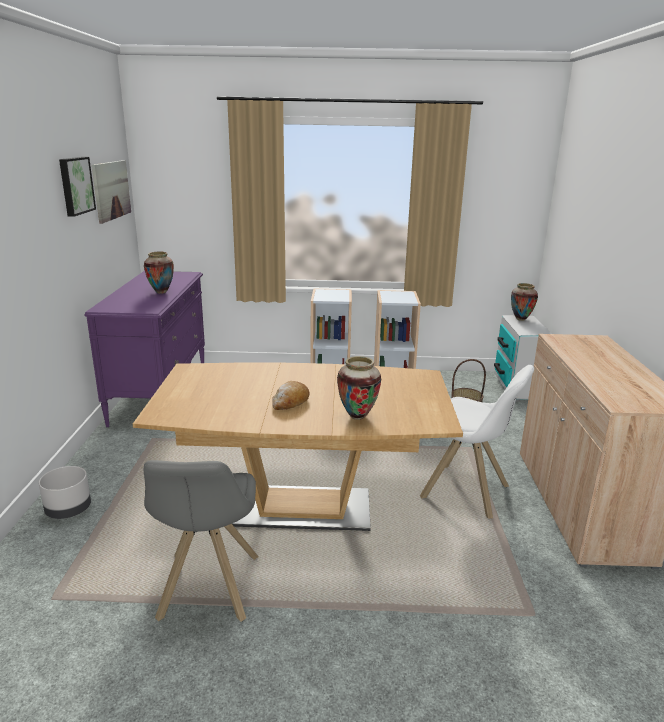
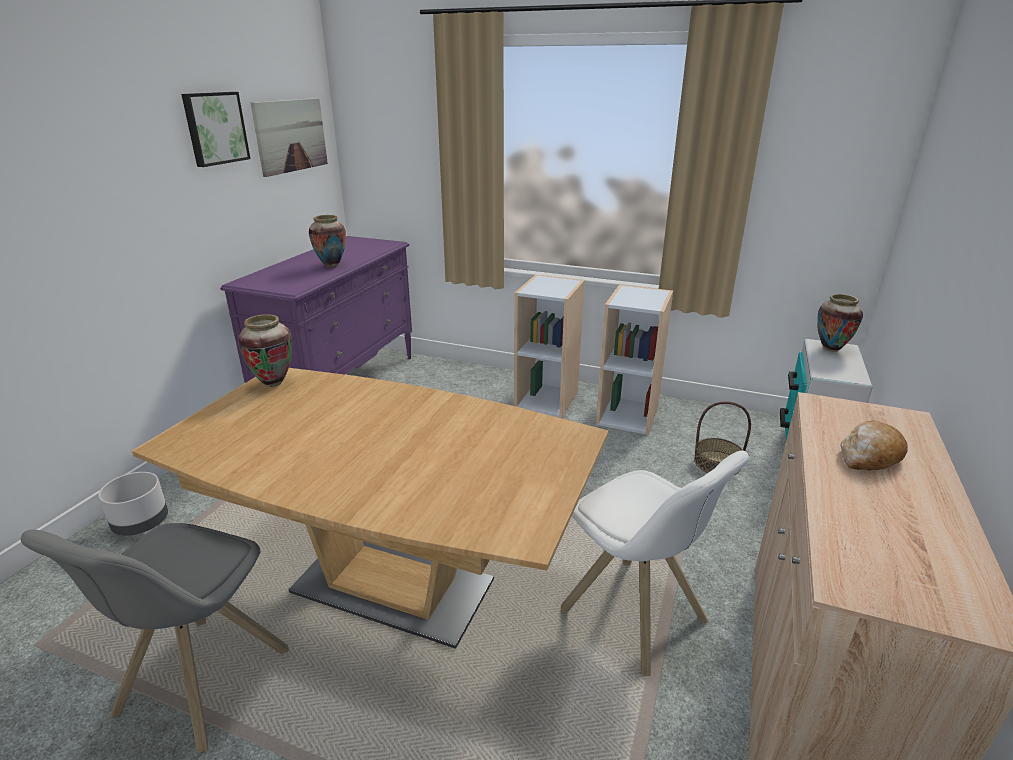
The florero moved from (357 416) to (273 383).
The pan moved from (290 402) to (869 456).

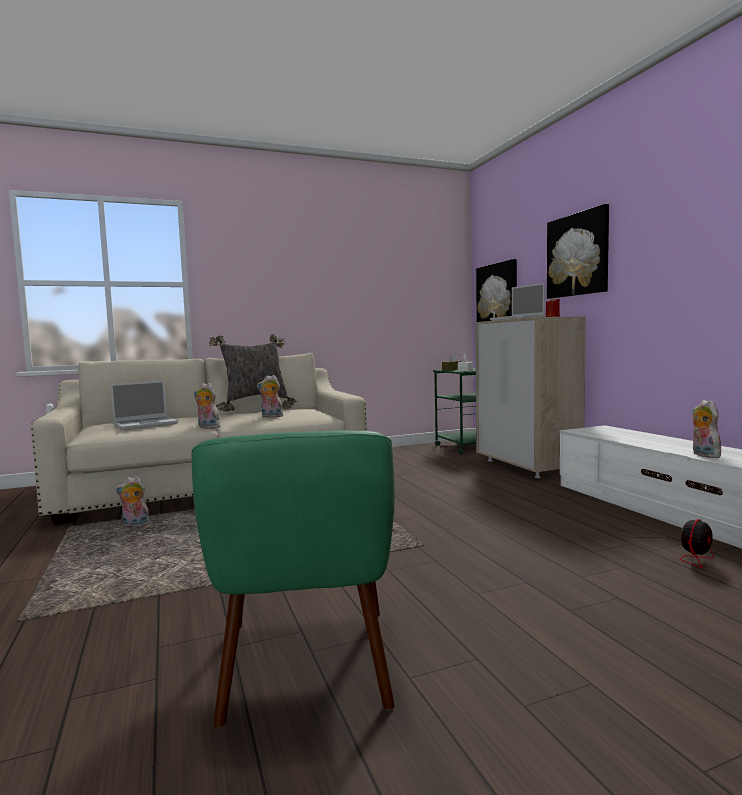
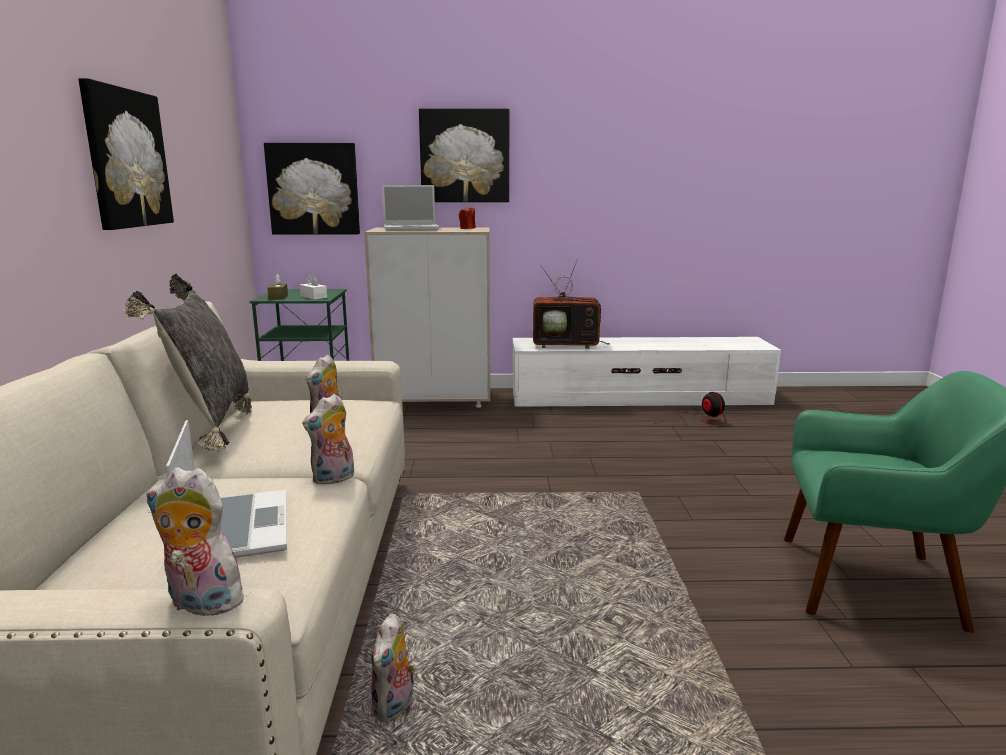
The cuadro at (126 158) appeared.
The peluche moved from (703 455) to (200 603).
The televisor at (567 344) appeared.

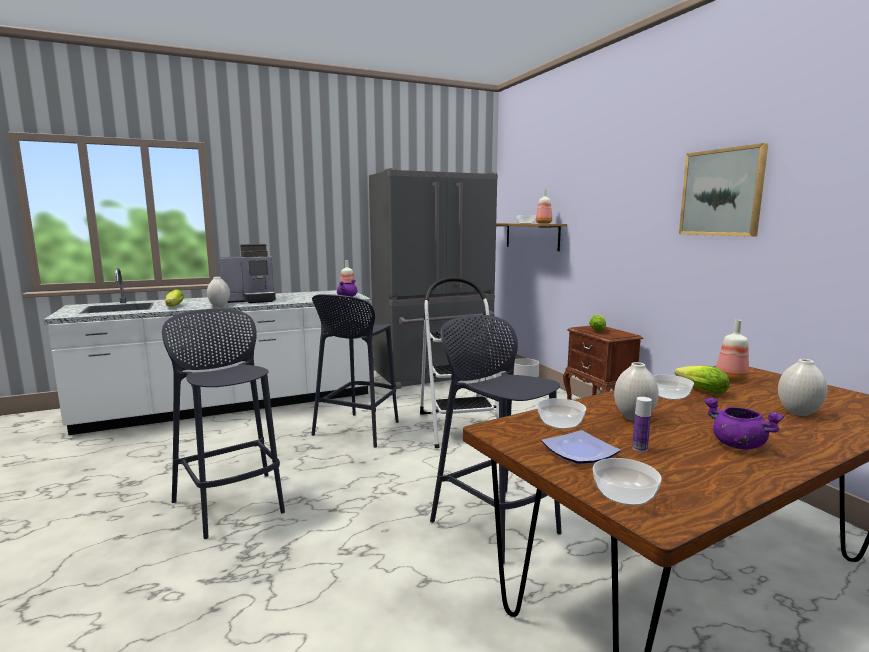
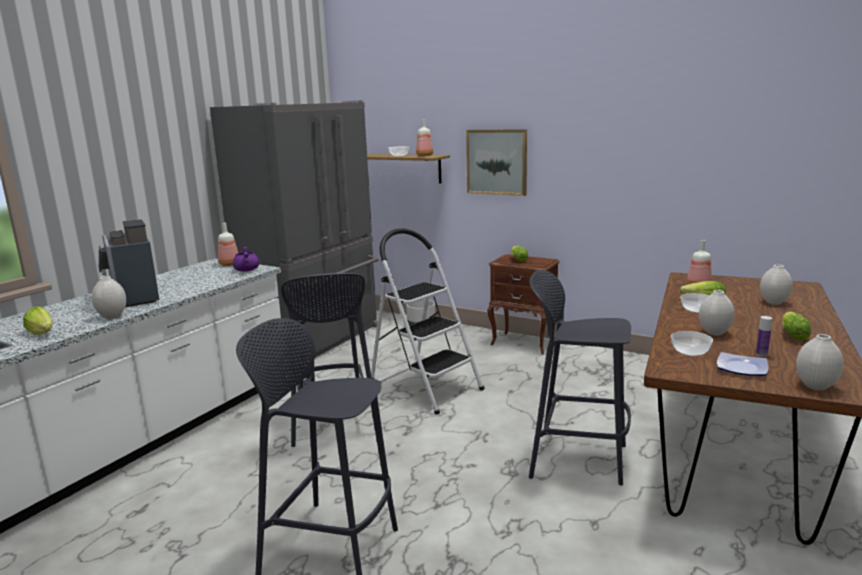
The cafetera at (251 300) turned 120 degrees clockwise.
The cuadro moved from (722 192) to (497 162).
The olla [morado] at (737 445) was replaced by the lechuga at (792 334).
The cuenco at (624 495) was replaced by the florero [blanco] at (815 386).

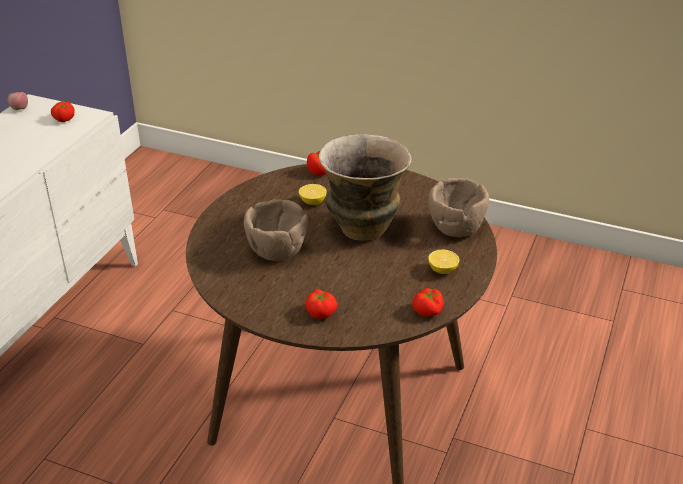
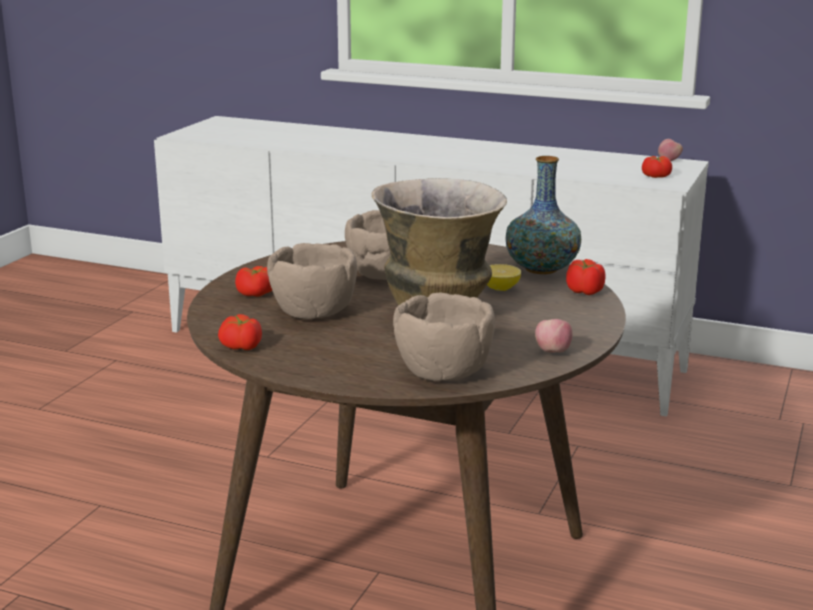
The cuenco [marrón] at (315 311) appeared.
The florero at (541 269) appeared.
The manzana at (553 351) appeared.
The limón at (442 270) disappeared.

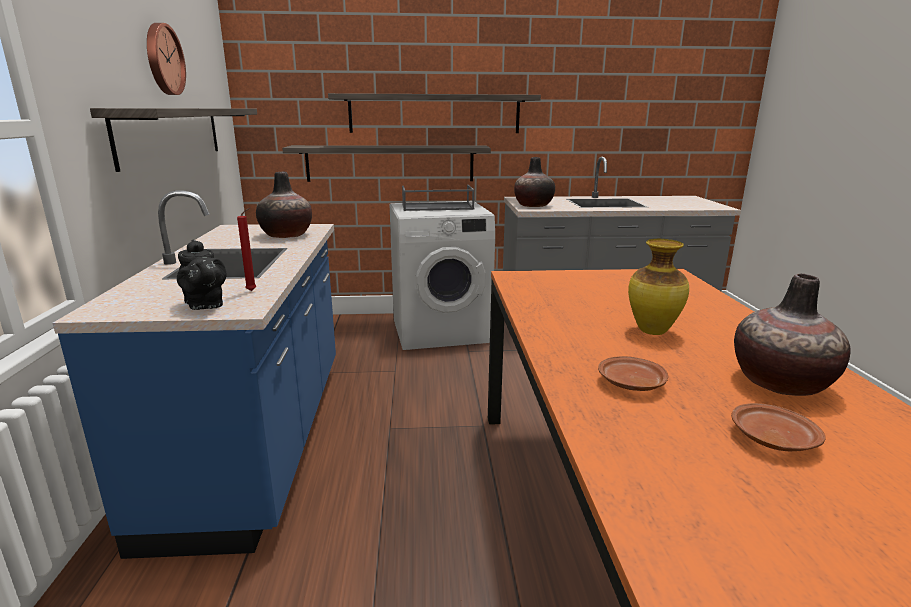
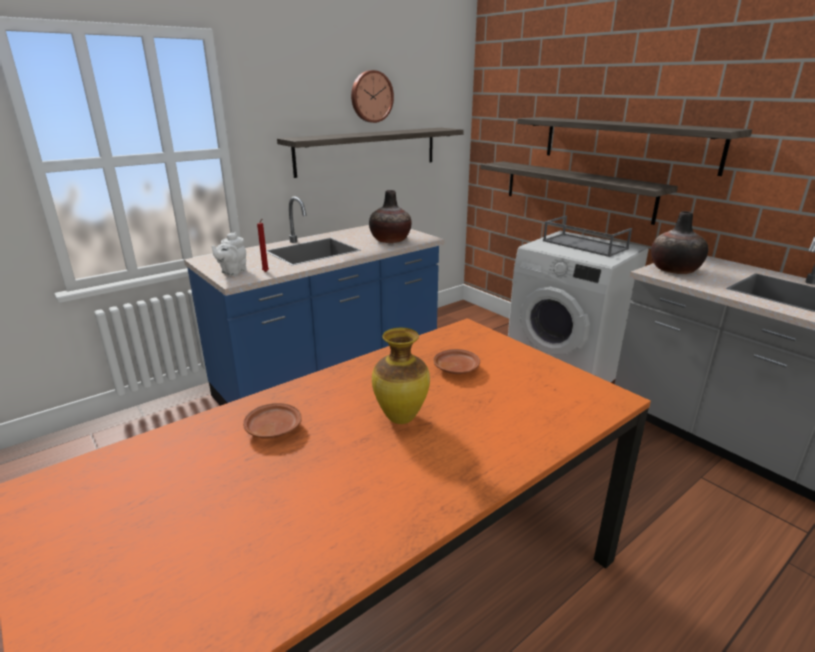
The tetera [negro] at (205 305) became the tetera [blanco] at (232 272).
The plato [marrón] moved from (771 439) to (456 368).
The florero at (780 383) disappeared.

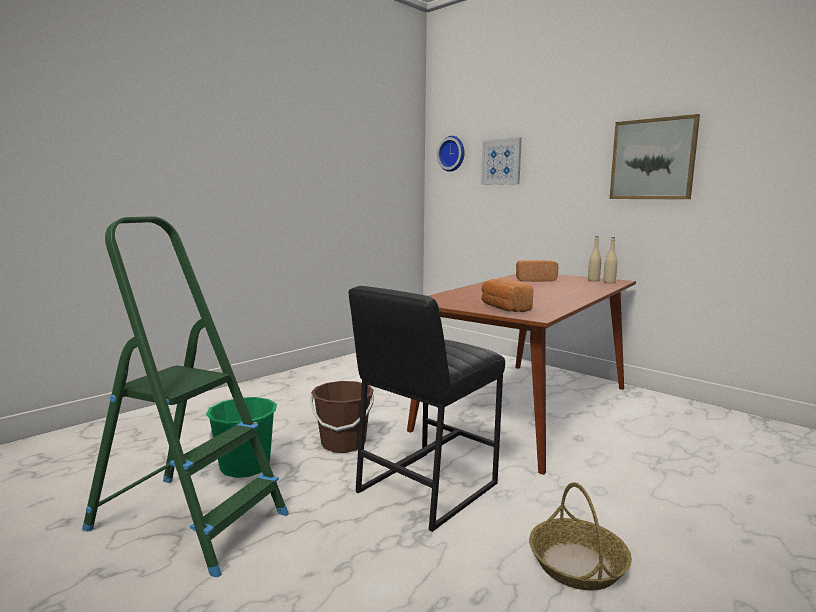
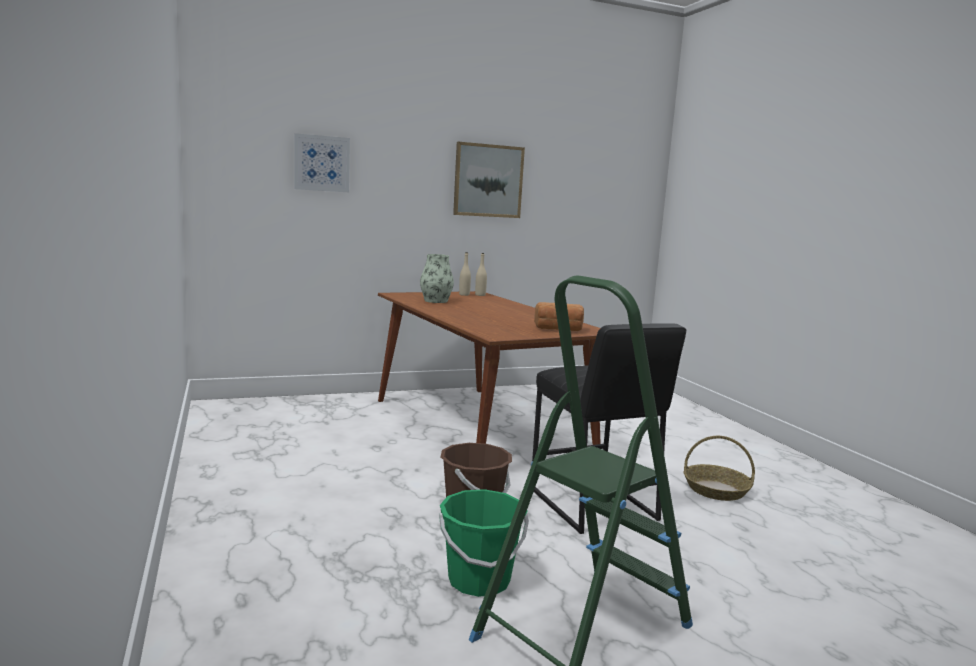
The pan at (534 280) was replaced by the florero at (436 301).
The reloj de pared at (452 154) disappeared.

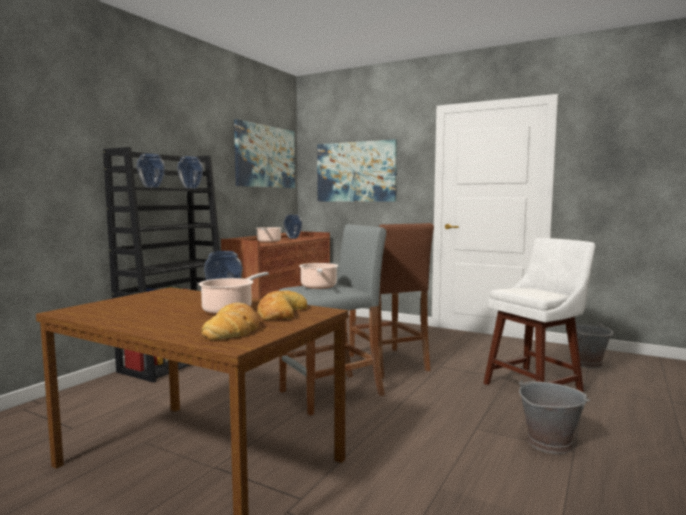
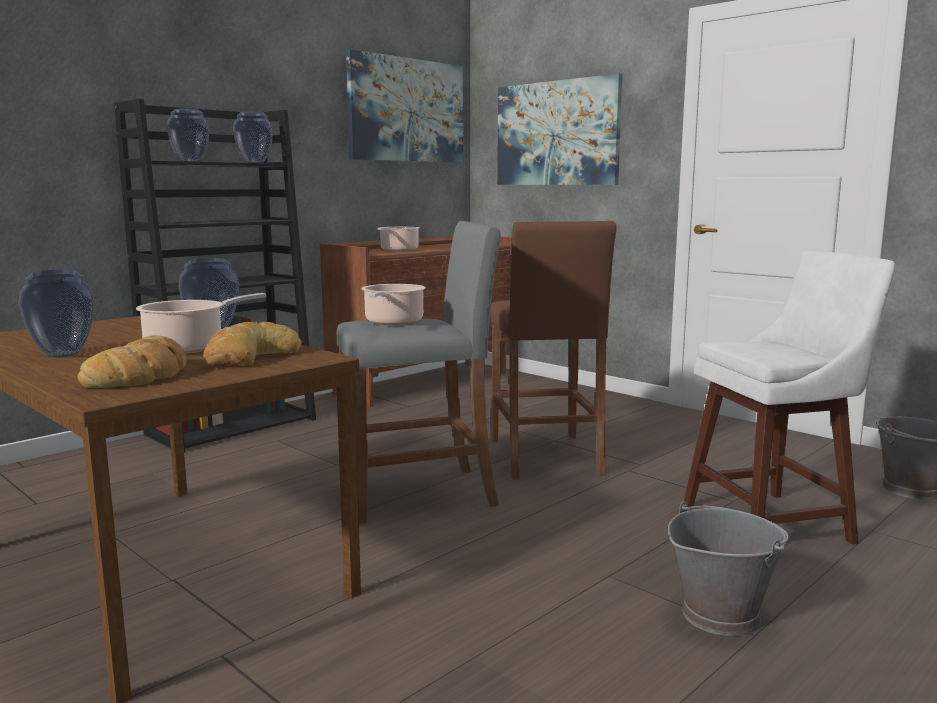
The florero moved from (293 238) to (61 355).

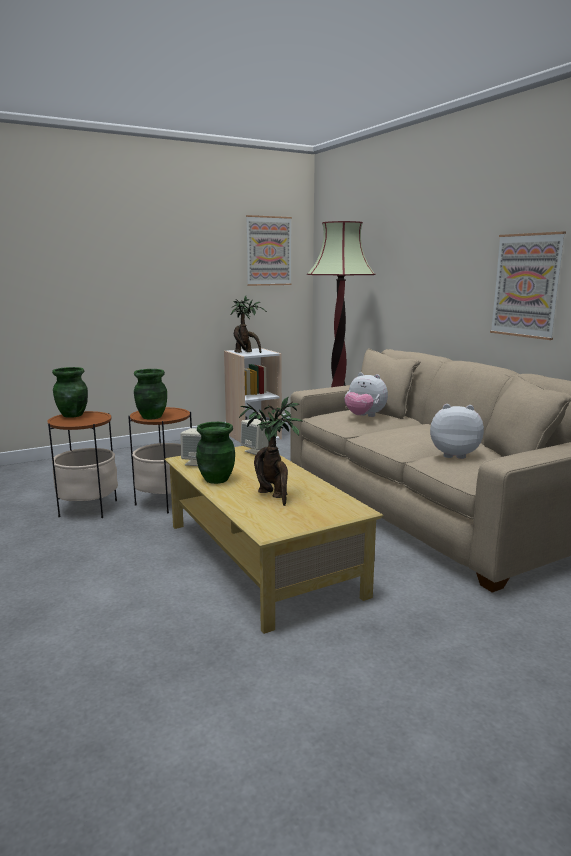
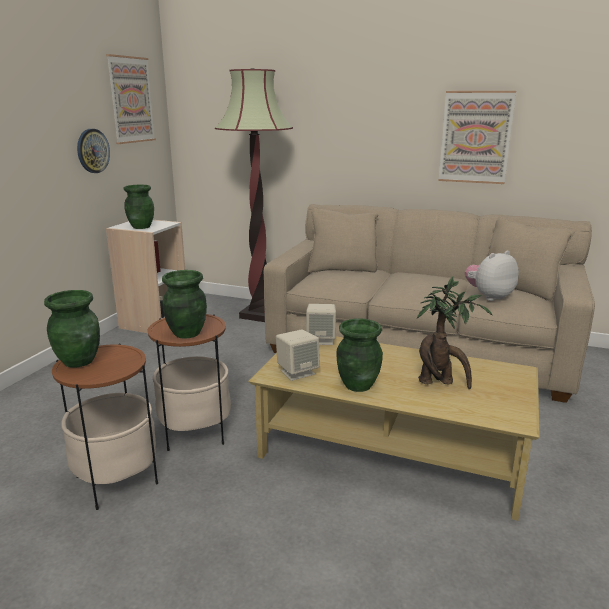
The reloj de pared at (92 151) appeared.
The planta en maceta at (246 352) was replaced by the florero [verde] at (141 227).
The peluche at (364 416) disappeared.

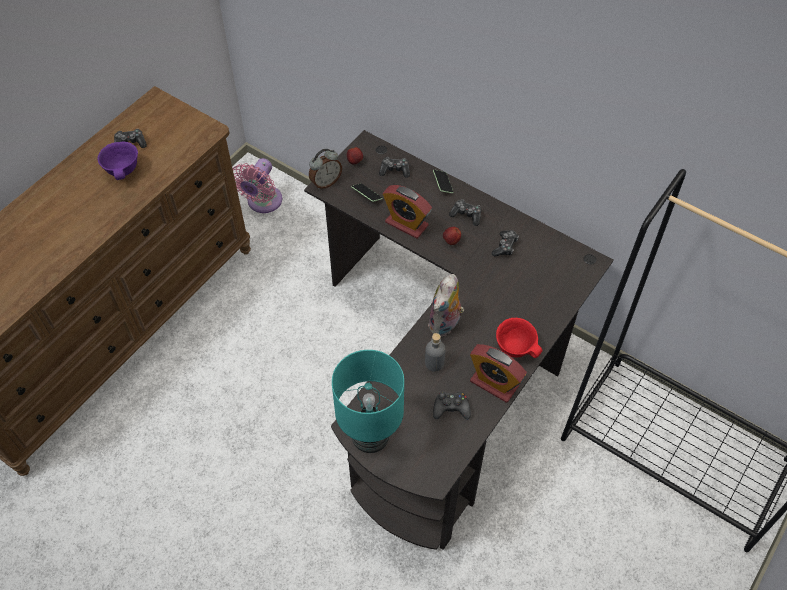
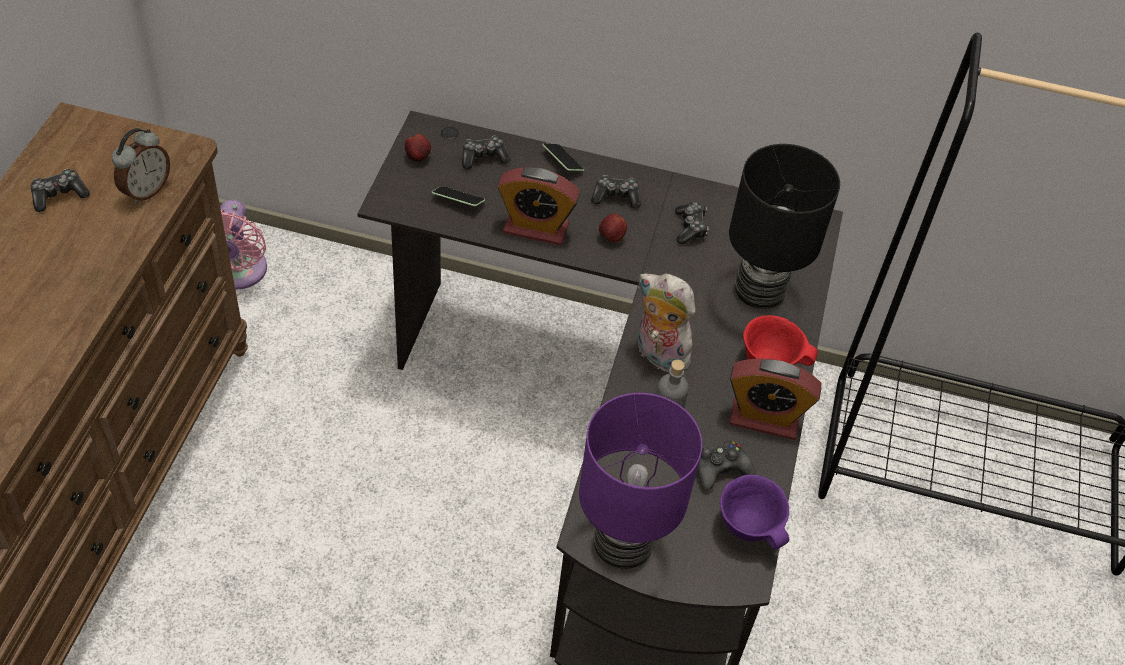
The despertador moved from (325 182) to (146 190).
The lámpara de mesa [turquesa] at (370 436) became the lámpara de mesa [morado] at (623 542).
The peluche at (445 324) turned 120 degrees clockwise.
The cuenco [morado] moved from (123 171) to (750 526).
The lámpara de mesa [negro] at (760 289) appeared.

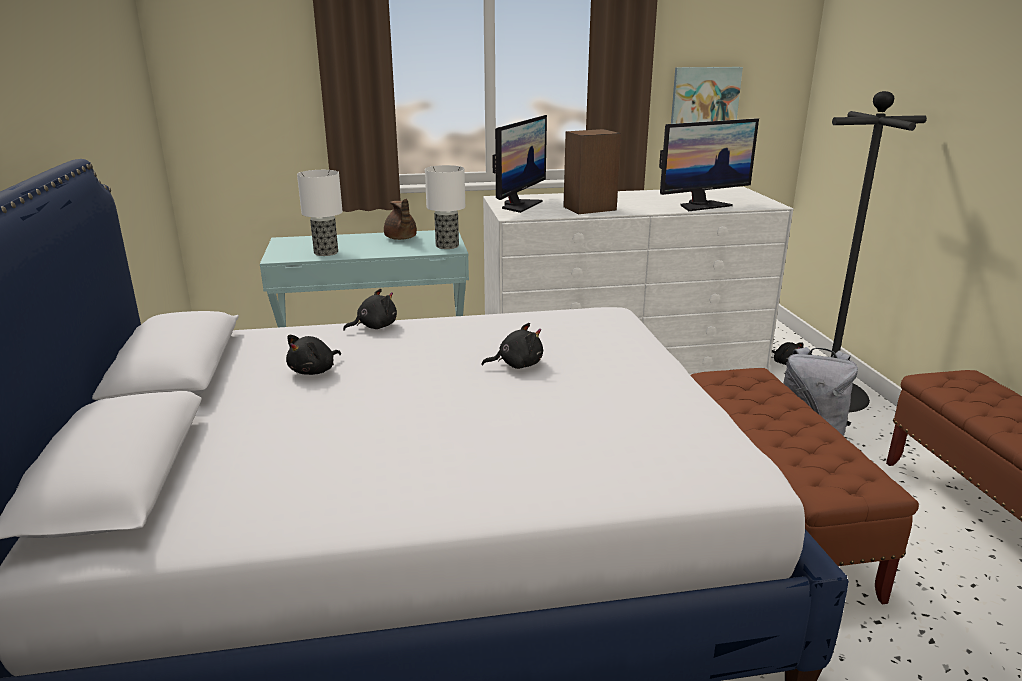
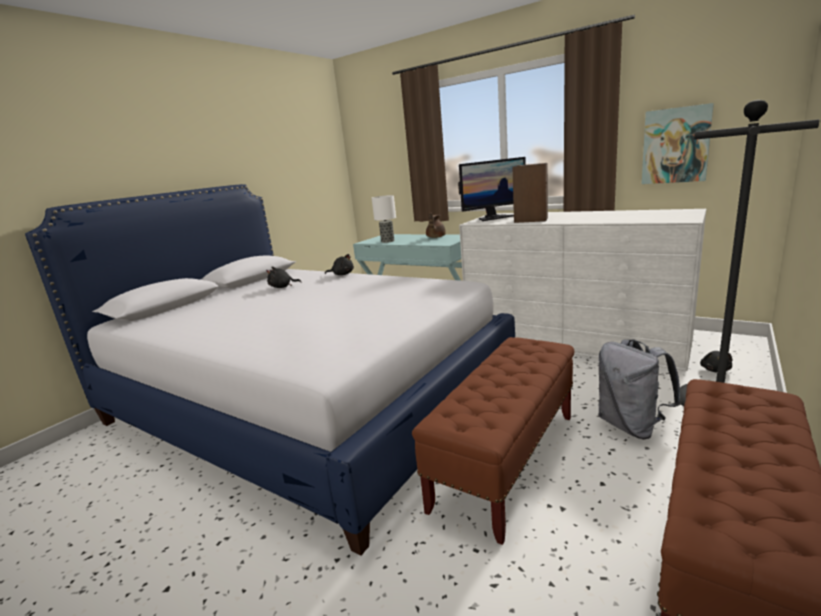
The lámpara de mesa at (446 246) disappeared.
The peluche [negro] at (517 365) disappeared.
The monitor at (702 205) disappeared.

